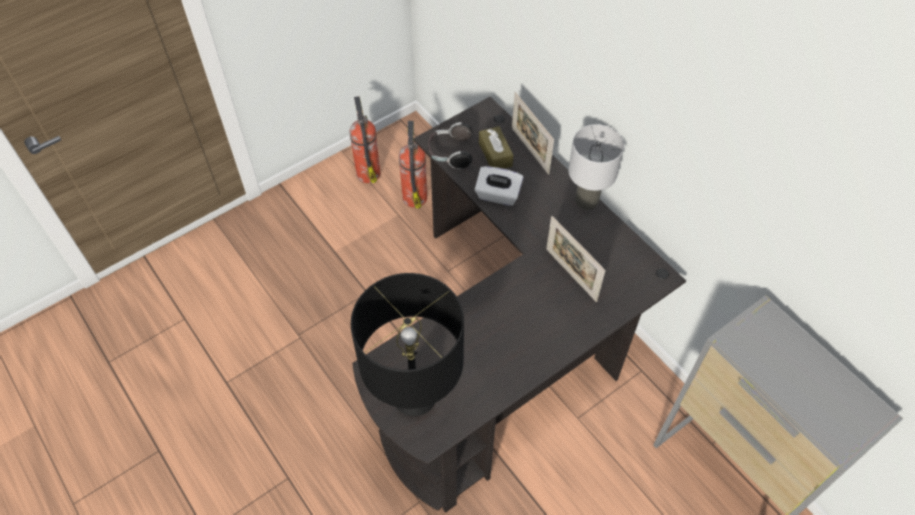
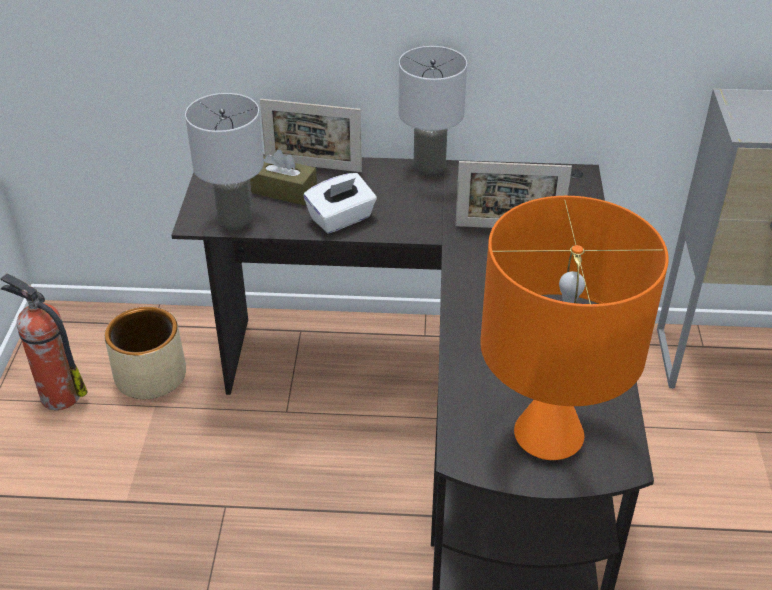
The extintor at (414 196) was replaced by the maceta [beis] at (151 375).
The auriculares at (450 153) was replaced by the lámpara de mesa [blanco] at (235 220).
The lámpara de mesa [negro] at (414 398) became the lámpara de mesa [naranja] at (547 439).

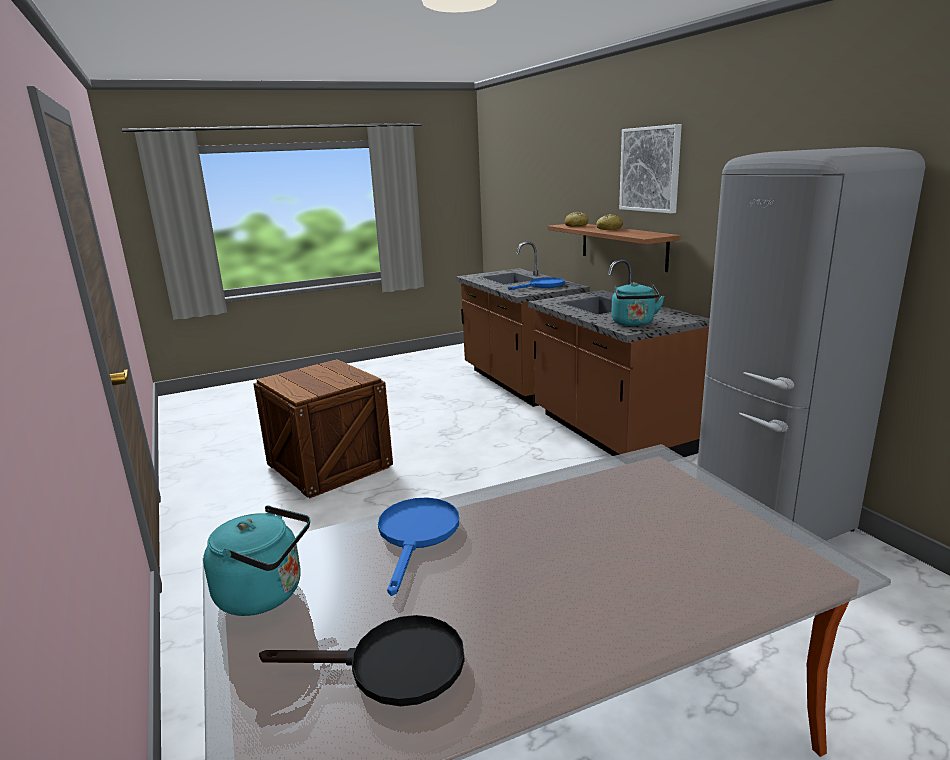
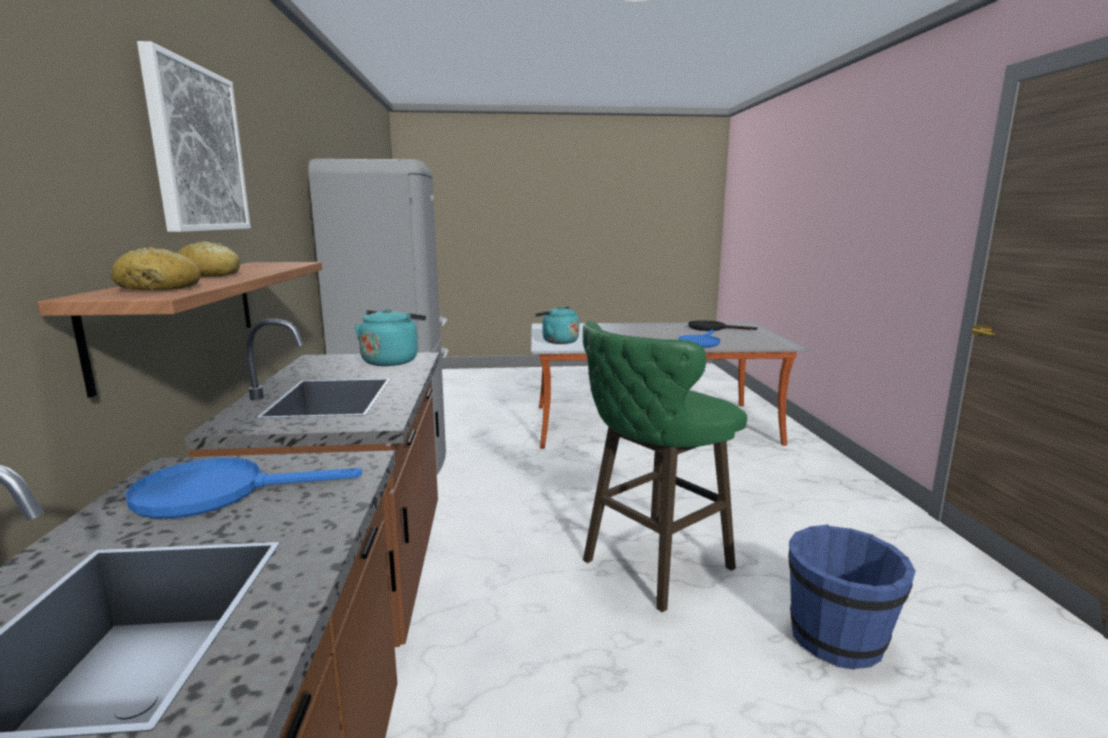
The hervidor [turquesa] moved from (266 594) to (557 341).
The taburete [verde] at (653 566) appeared.
The caja de embalaje at (329 467) was replaced by the cubo [azul] at (837 640).

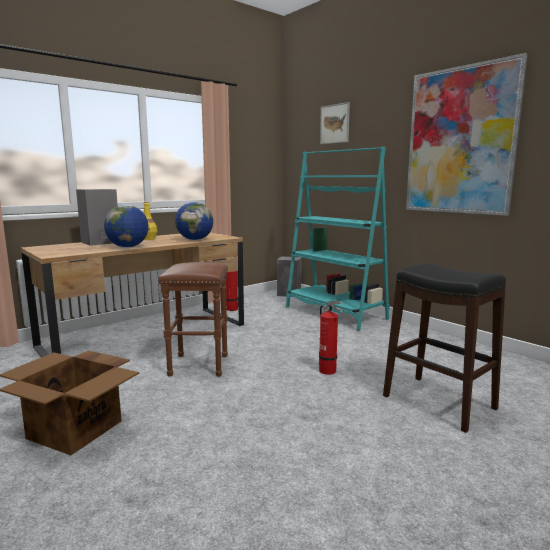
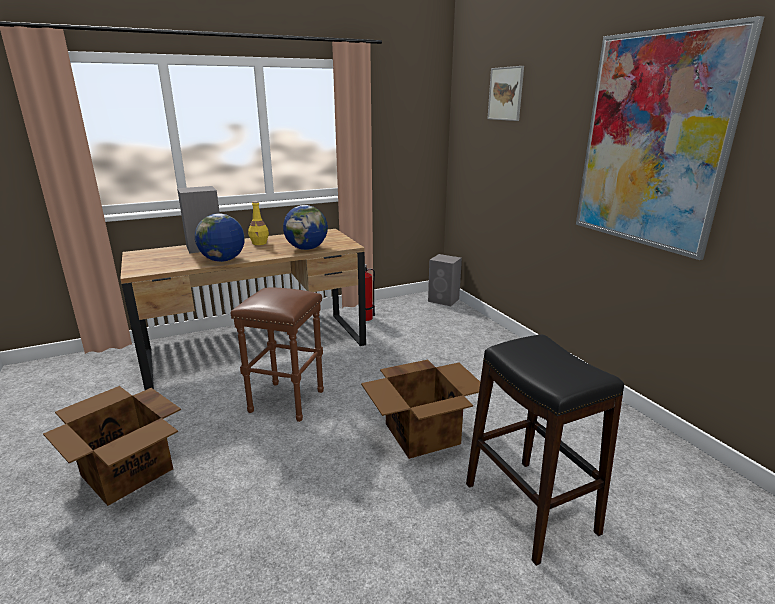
The extintor at (329 371) was replaced by the caja de cartón at (423 433).
The estantería [turquesa] at (335 313) disappeared.

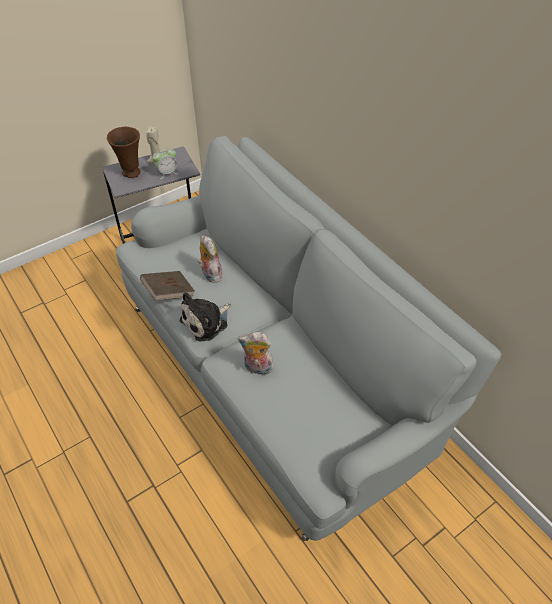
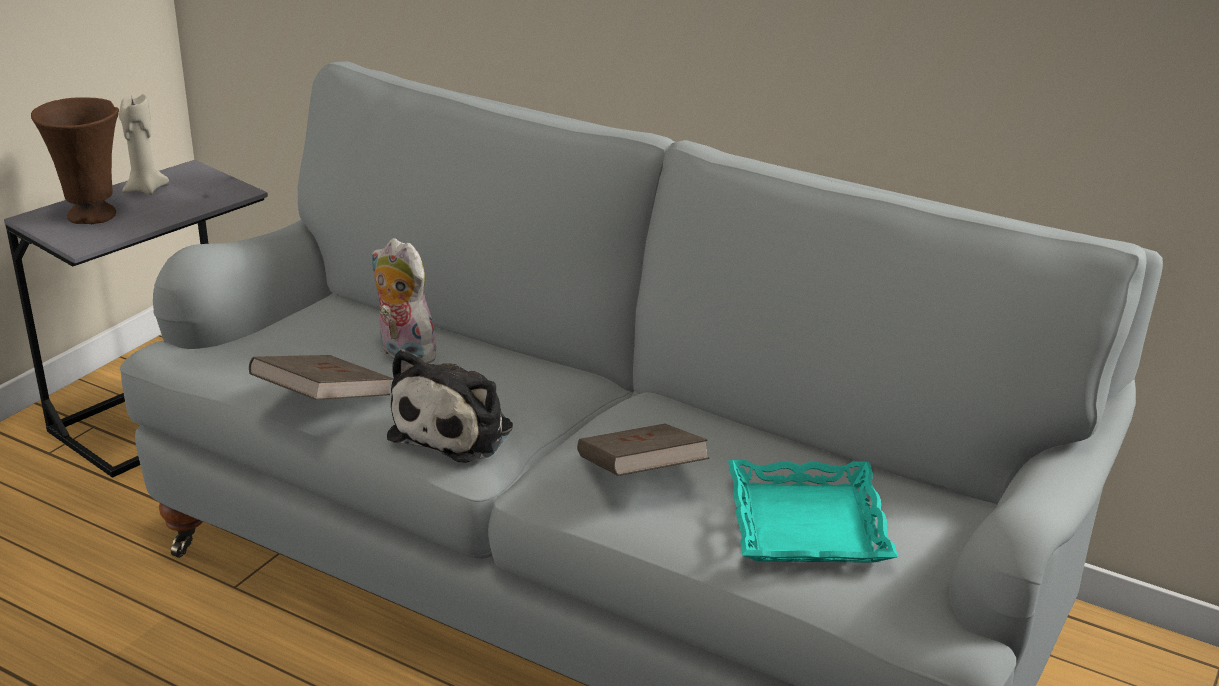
The peluche at (257 368) was replaced by the libro [marrón] at (639 476).
The bandeja [turquesa] at (808 524) appeared.
The despertador at (167 173) disappeared.

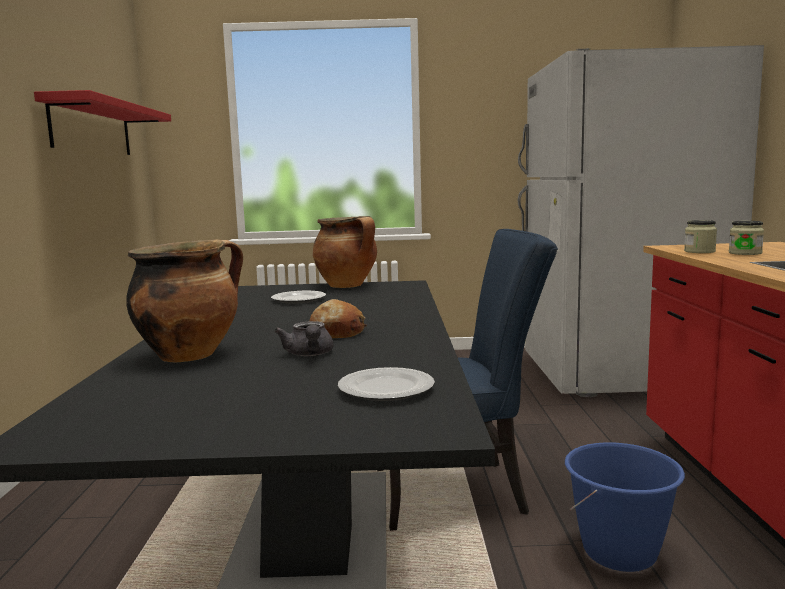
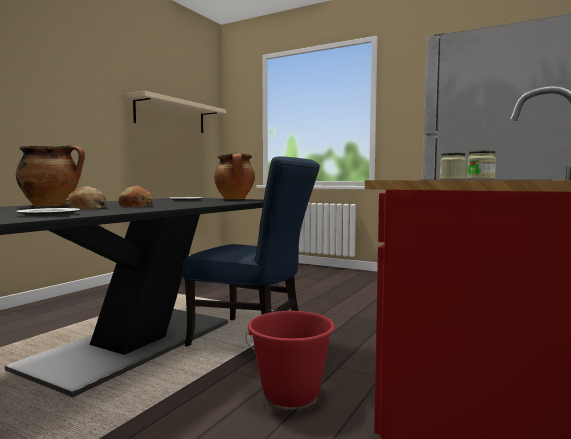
The tetera [gris] at (309 354) was replaced by the pan at (86 208).
The estante [rojo] at (92 128) became the estante [beis] at (171 115).
The cubo [azul] at (620 552) became the cubo [rojo] at (291 394).

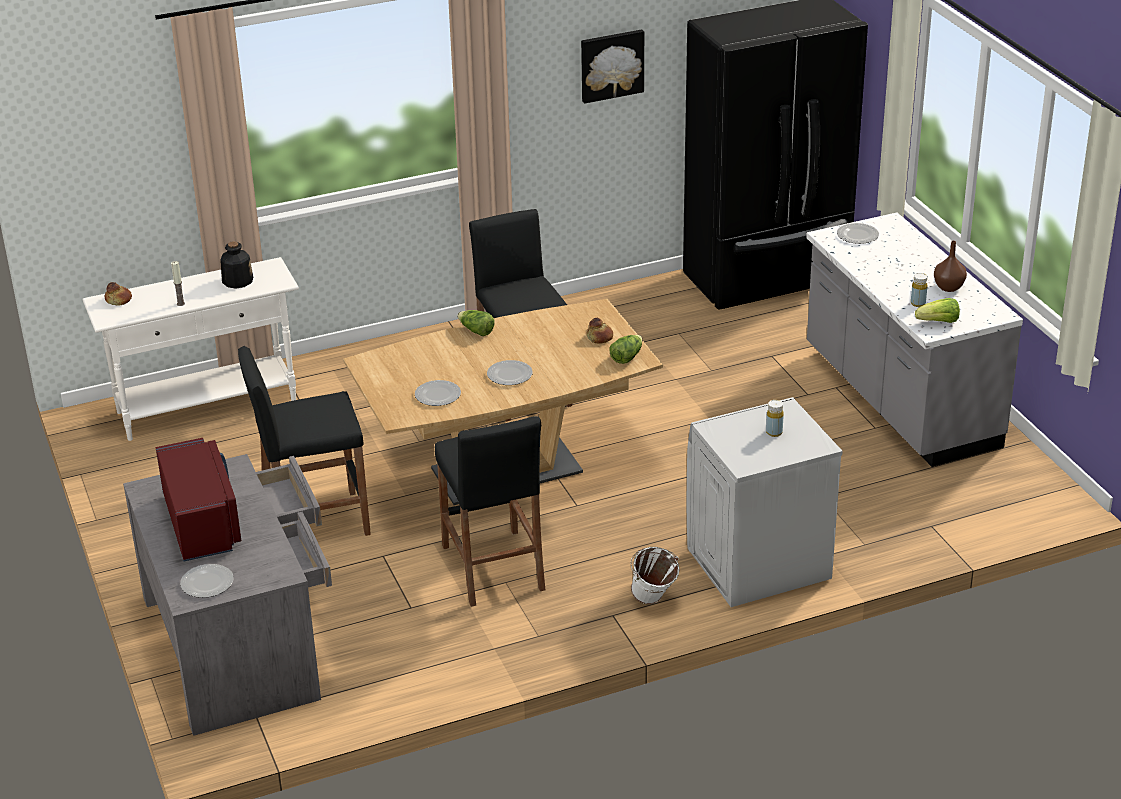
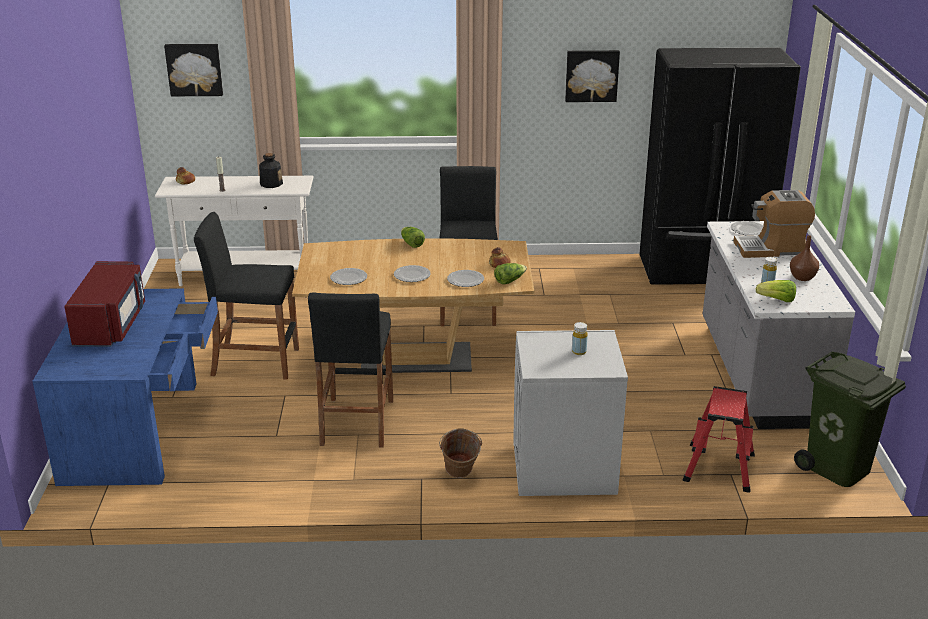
The escritorio [gris] at (242 642) became the escritorio [azul] at (142 430).
The cuadro at (194 69) appeared.
The cubo [blanco] at (653 602) became the cubo [marrón] at (460 476).
The plato moved from (206 583) to (465 280).
The escalera de tijera [rojo] at (719 467) appeared.
The cafetera at (771 249) appeared.
The papelera [verde] at (837 468) appeared.

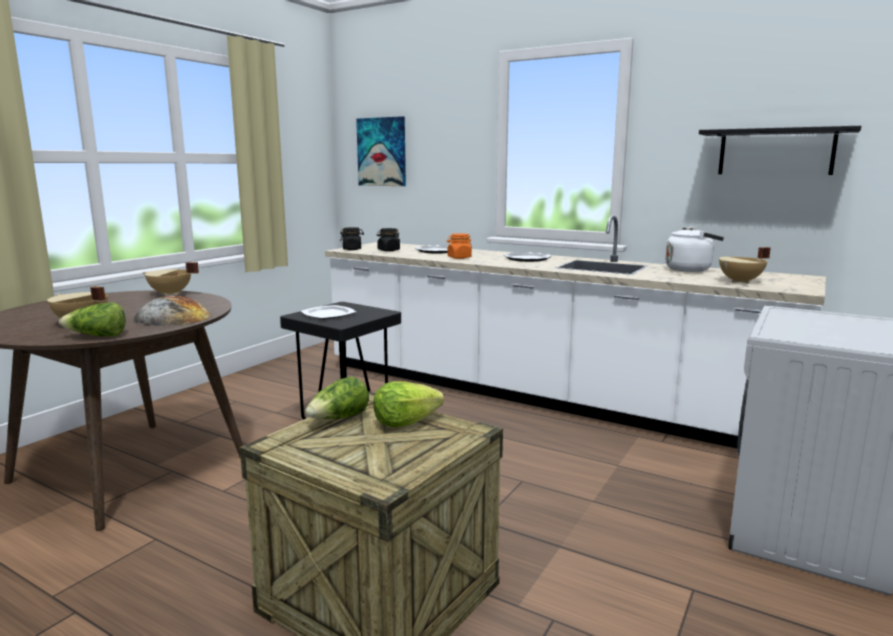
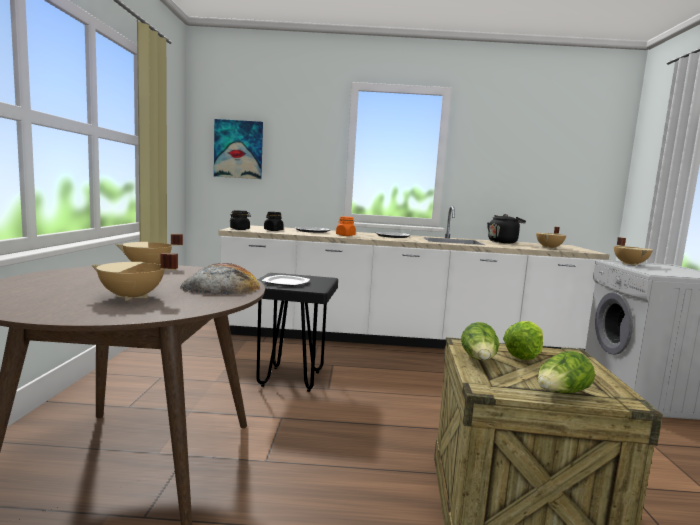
The hervidor [blanco] at (690 269) became the hervidor [negro] at (503 242).
The lechuga moved from (97 336) to (561 393).
The olla [beis] at (630 264) appeared.
The estante [negro] at (775 152) disappeared.

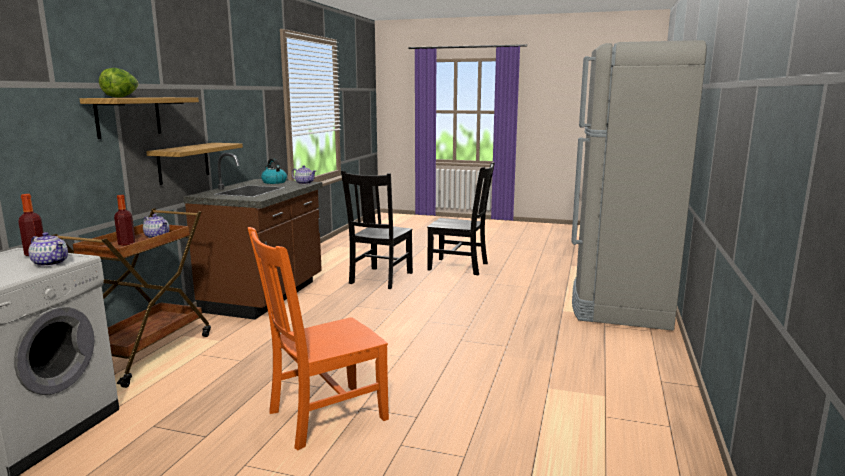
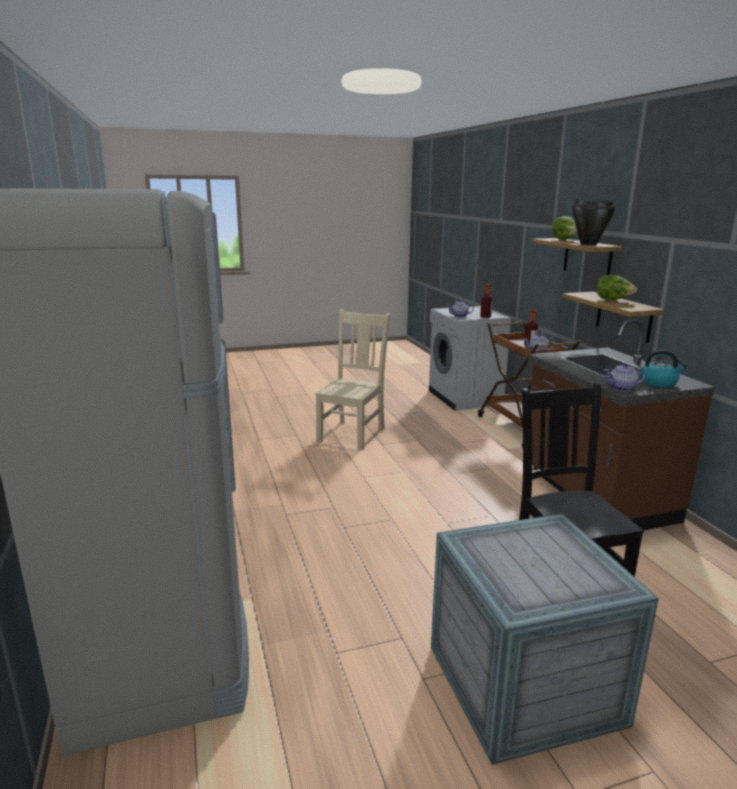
The silla [naranja] at (323 416) became the silla [beis] at (352 434).
The silla [negro] at (460 267) was replaced by the caja de embalaje at (522 682).
The olla [negro] at (588 244) appeared.
The lechuga at (613 300) appeared.

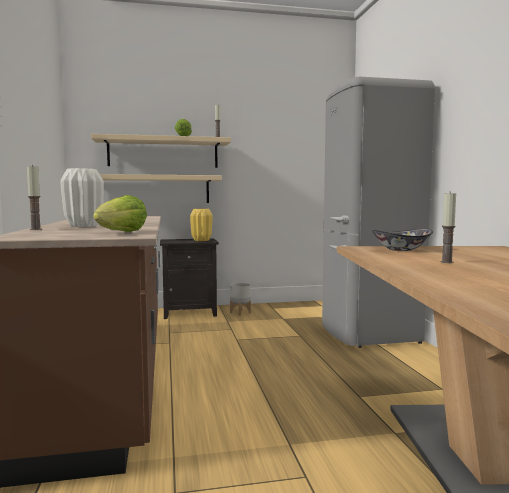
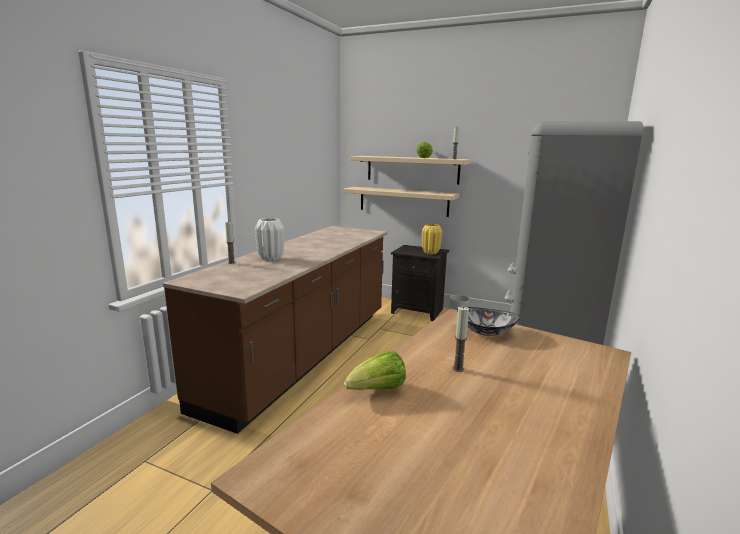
The lechuga moved from (121 233) to (377 391).

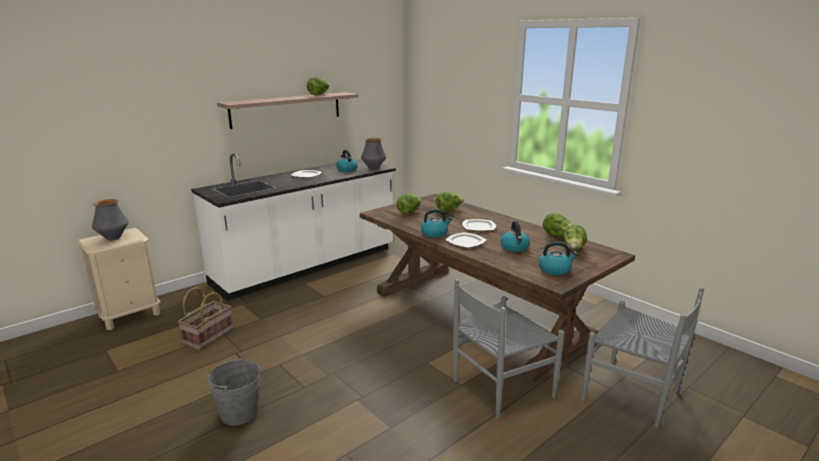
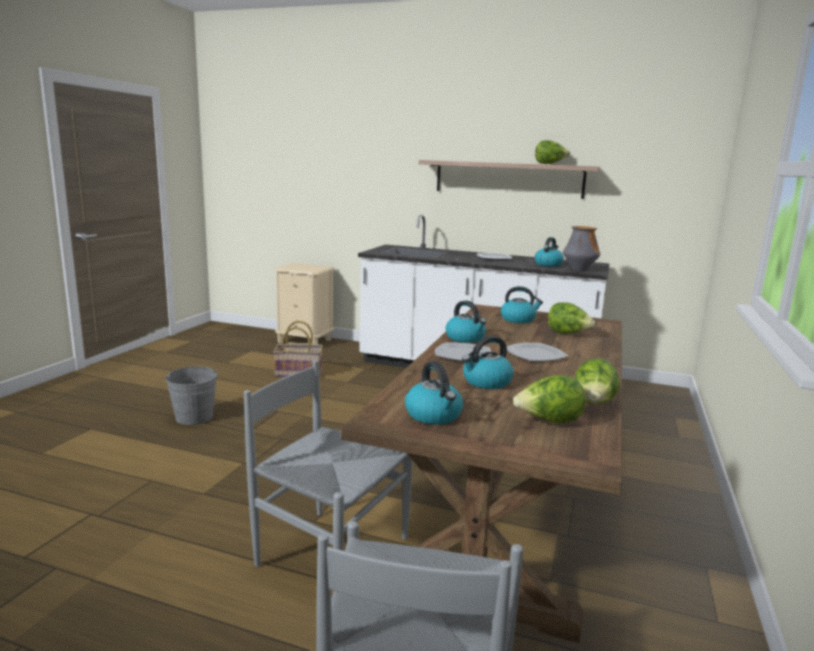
The lechuga at (409 212) was replaced by the hervidor at (518 319).
The florero at (113 238) disappeared.

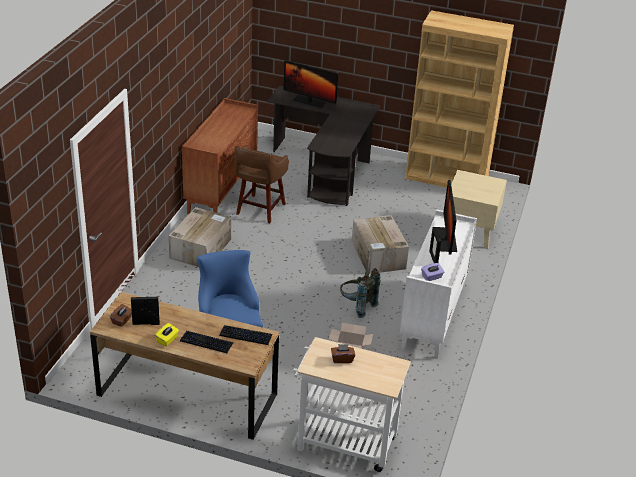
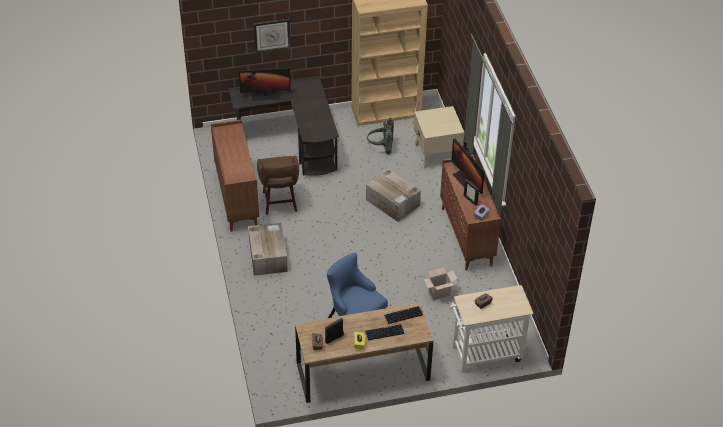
The reloj de pared at (271 35) appeared.
The mochila [gris] moved from (356 306) to (380 147).
The armario [blanco] at (432 318) became the armario [marrón] at (466 237).

